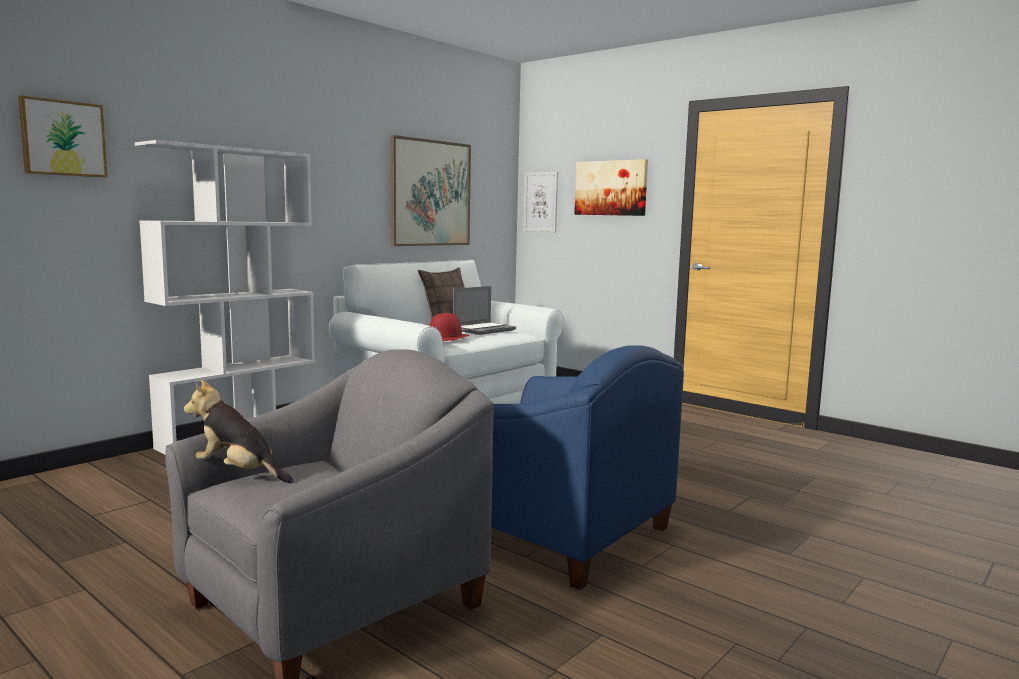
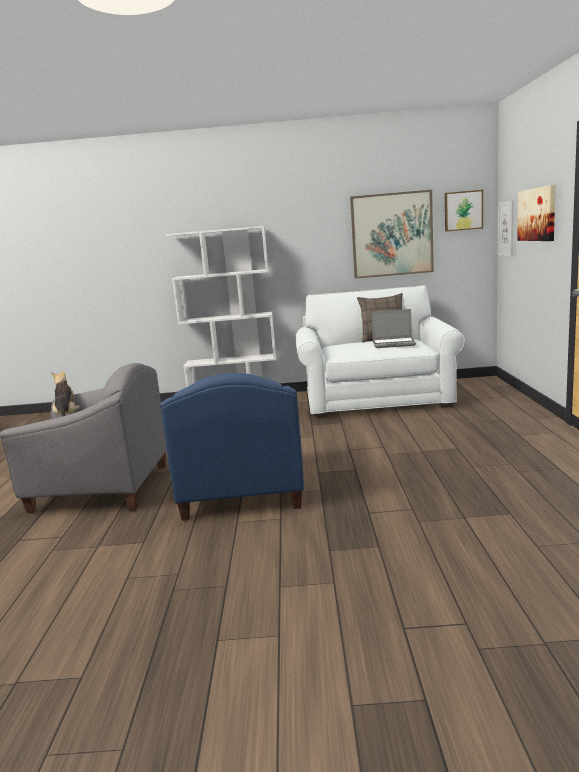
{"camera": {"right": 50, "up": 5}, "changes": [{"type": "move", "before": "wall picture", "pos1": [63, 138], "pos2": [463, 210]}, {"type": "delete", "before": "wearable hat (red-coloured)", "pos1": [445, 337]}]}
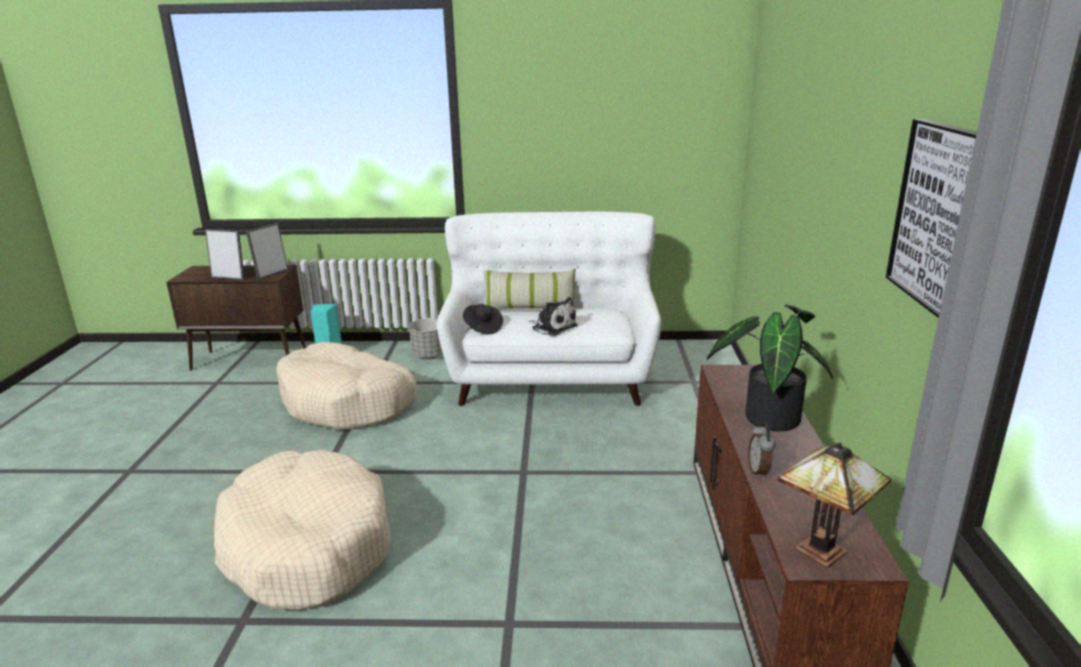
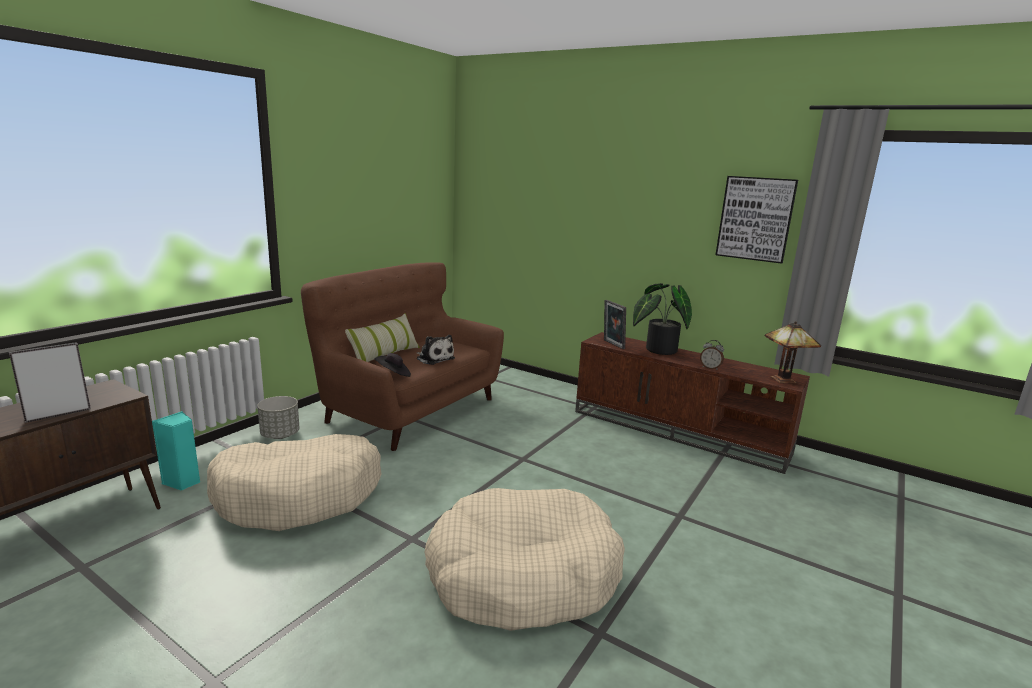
{"camera": {"right": -60, "up": -5}, "changes": [{"type": "recolor", "before": "settee (whitish)", "after": "settee (brownish)", "pos1": [550, 377], "pos2": [409, 408]}, {"type": "move", "before": "standing frame", "pos1": [271, 274], "pos2": [612, 344]}, {"type": "rotate", "before": "plush toy", "pos1": [553, 327], "pos2": [434, 358], "turn": 60}]}
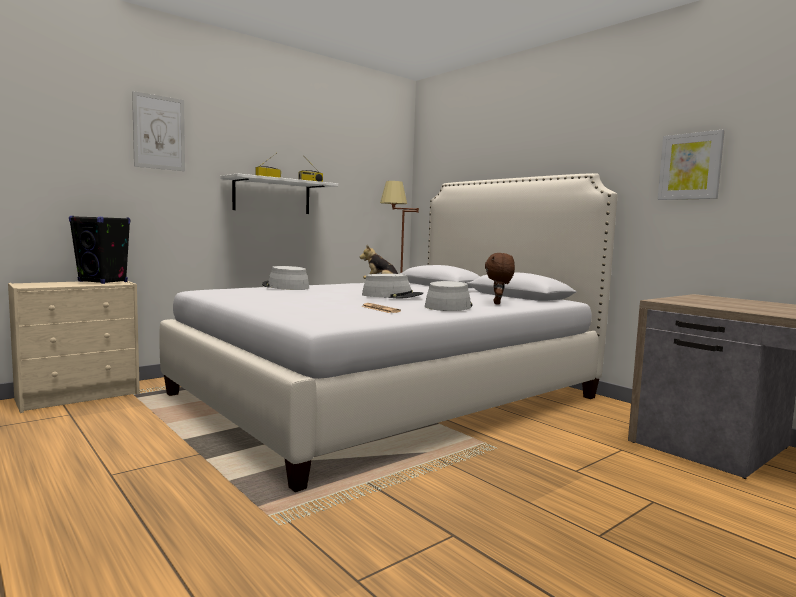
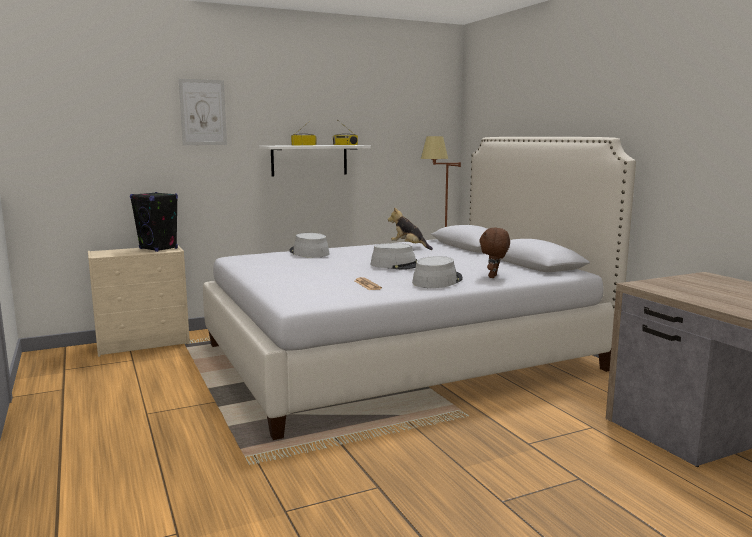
{"camera": {"right": 15, "up": 5}, "changes": [{"type": "delete", "before": "wall picture", "pos1": [690, 166]}]}
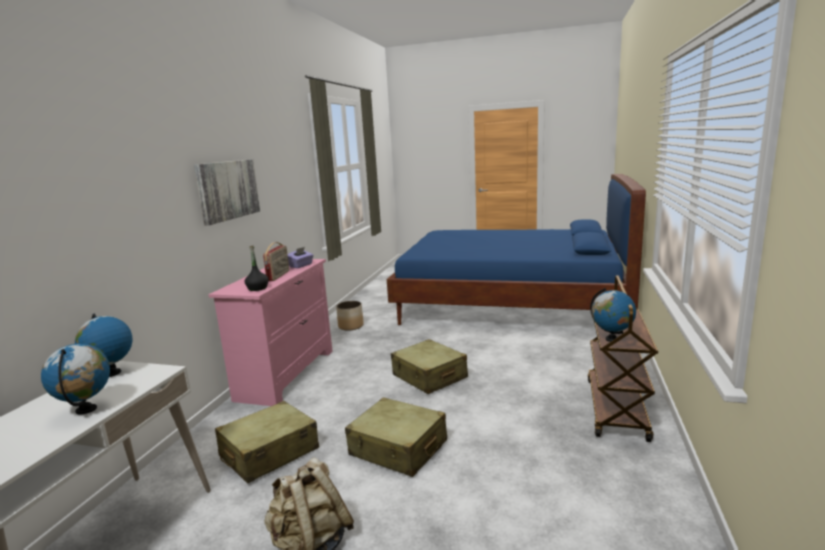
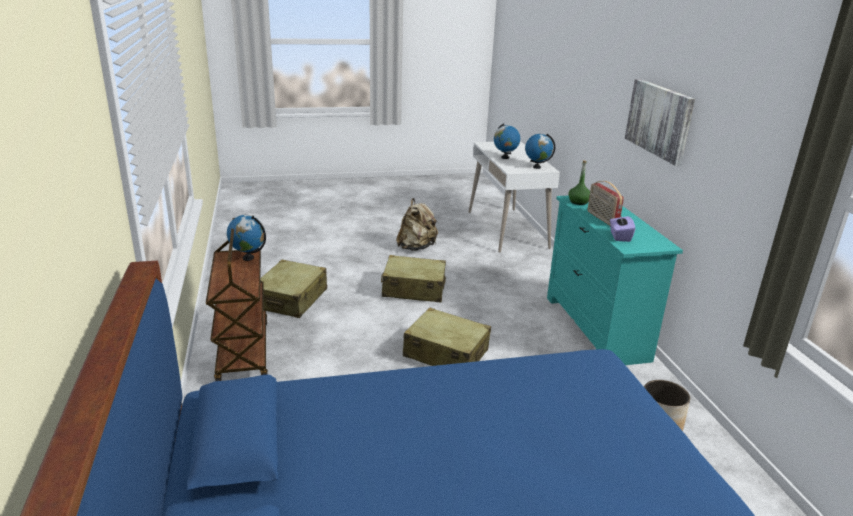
{"camera": {"right": 150, "up": 10}, "changes": [{"type": "recolor", "before": "beverage bottle (black-coloured)", "after": "beverage bottle (green)", "pos1": [257, 288], "pos2": [578, 202]}, {"type": "recolor", "before": "chest of drawers (pinkish)", "after": "chest of drawers (blue-green)", "pos1": [287, 373], "pos2": [596, 328]}, {"type": "move", "before": "suitcase (beige)", "pos1": [269, 453], "pos2": [291, 299]}]}
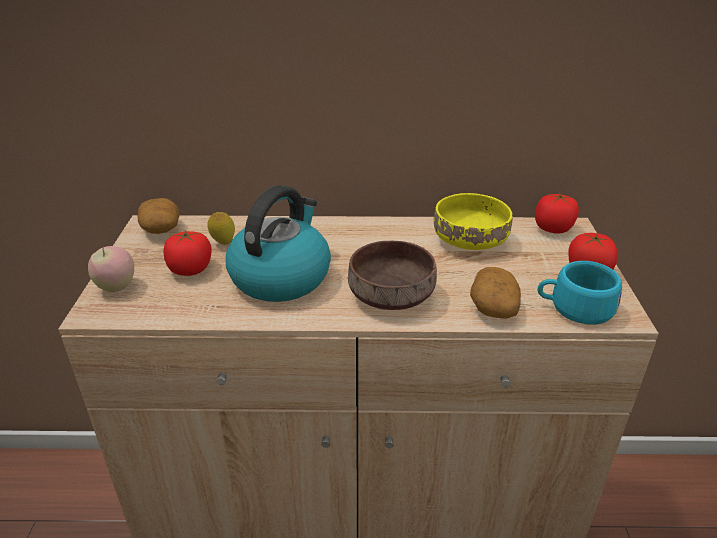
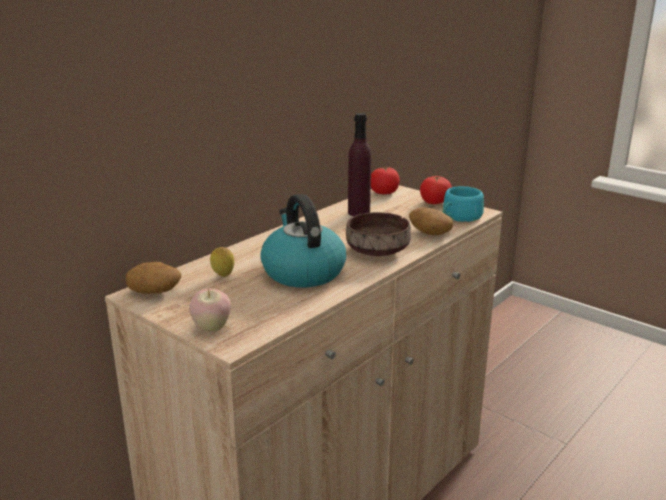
{"camera": {"right": -50, "up": -10}, "changes": [{"type": "replace", "before": "serving bowl (yellowish)", "after": "beverage bottle (purple)", "pos1": [471, 240], "pos2": [359, 212]}, {"type": "delete", "before": "whole tomato", "pos1": [190, 269]}]}
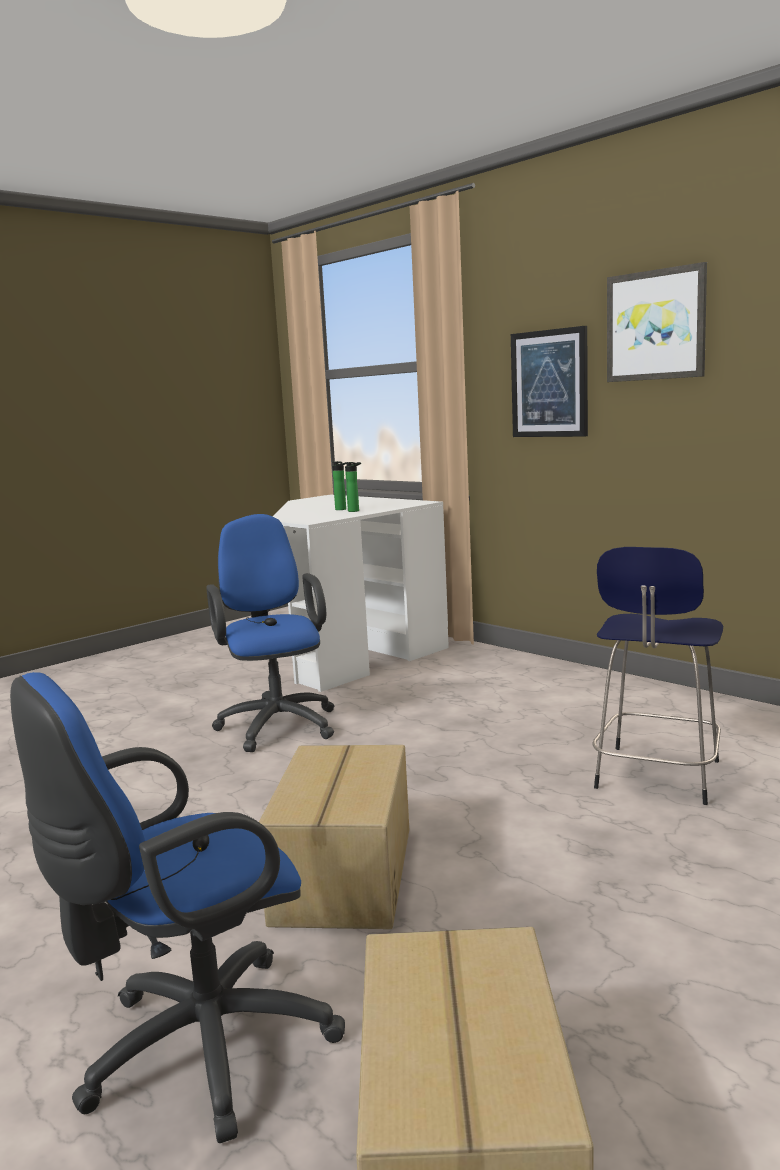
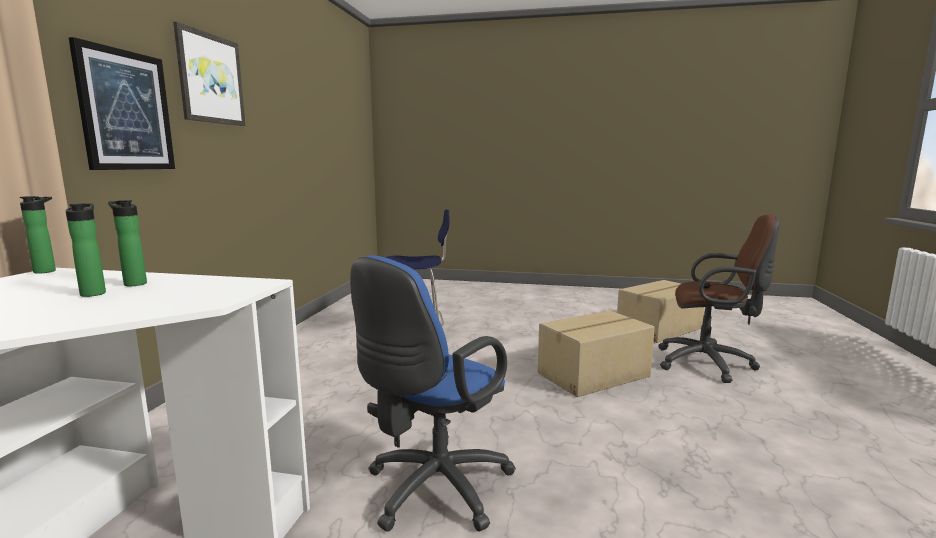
{"camera": {"right": -125, "up": 0}, "changes": [{"type": "recolor", "before": "desk chair (blue)", "after": "desk chair (brownish)", "pos1": [195, 1051], "pos2": [710, 364]}, {"type": "insert", "after": "beverage bottle", "pos2": [48, 271]}]}
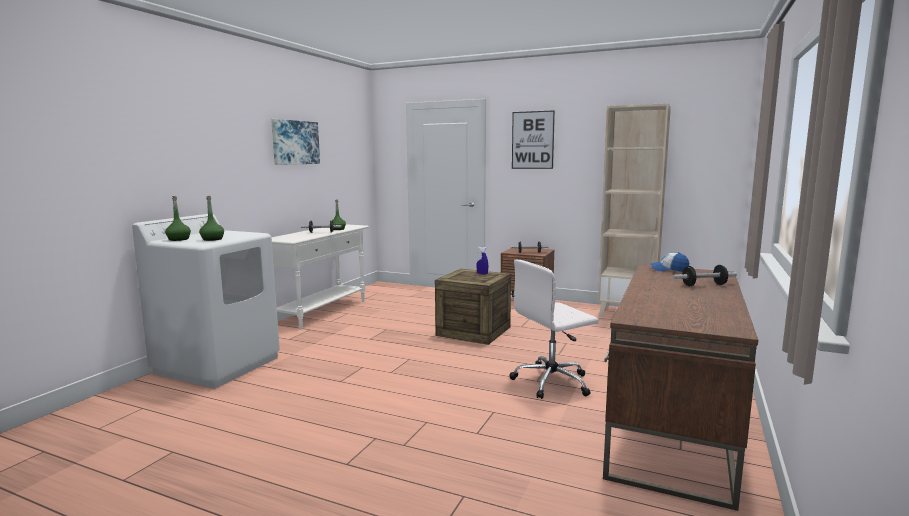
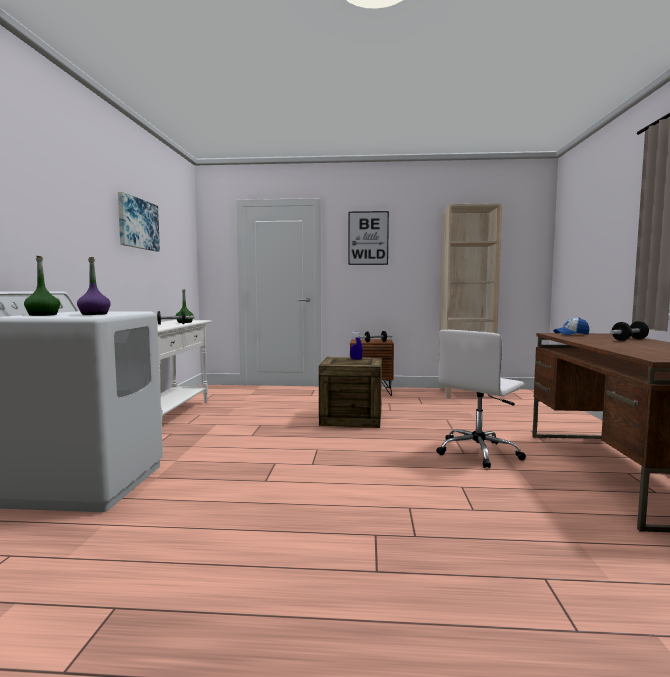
{"camera": {"right": -20, "up": -5}, "changes": [{"type": "recolor", "before": "beverage bottle (green)", "after": "beverage bottle (purple)", "pos1": [212, 239], "pos2": [94, 314]}]}
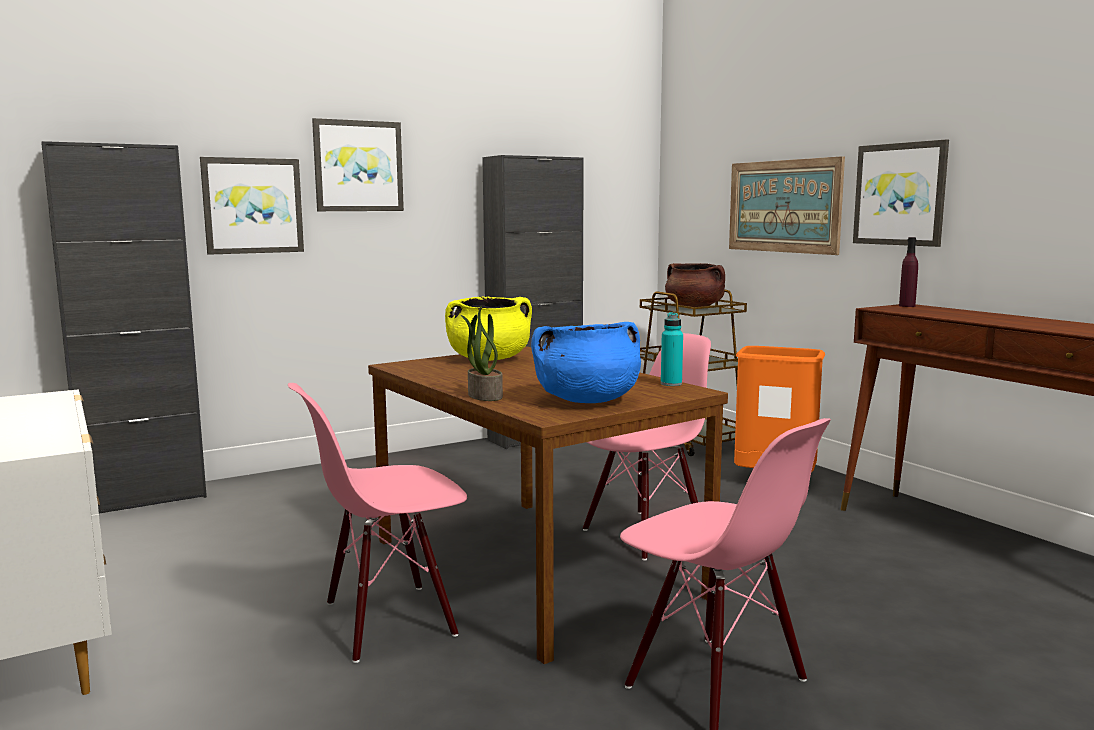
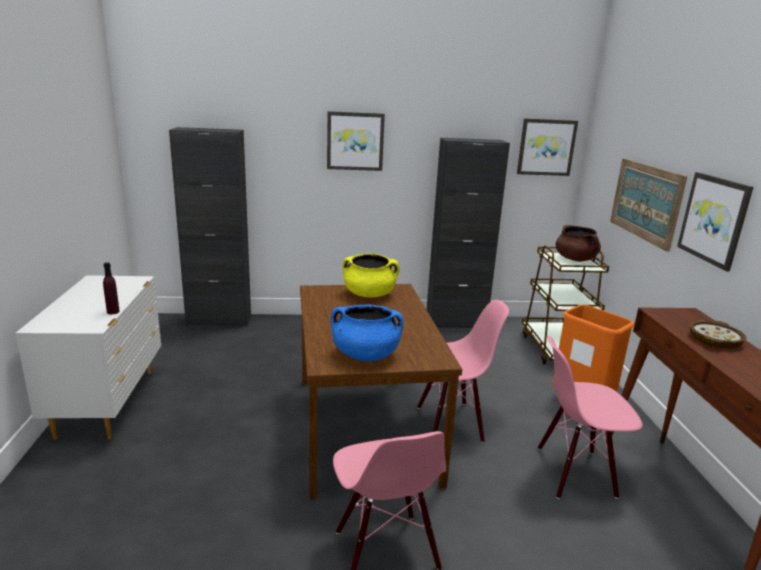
{"camera": {"right": 25, "up": 10}, "changes": [{"type": "move", "before": "wall picture", "pos1": [253, 206], "pos2": [546, 147]}, {"type": "move", "before": "beverage bottle (purple)", "pos1": [907, 306], "pos2": [113, 312]}, {"type": "delete", "before": "plant in a pot", "pos1": [484, 396]}, {"type": "delete", "before": "beverage bottle (blue-green)", "pos1": [671, 384]}, {"type": "move", "before": "upright chair (pinkish)", "pos1": [388, 620], "pos2": [574, 473]}, {"type": "insert", "after": "serving bowl", "pos2": [714, 339]}]}
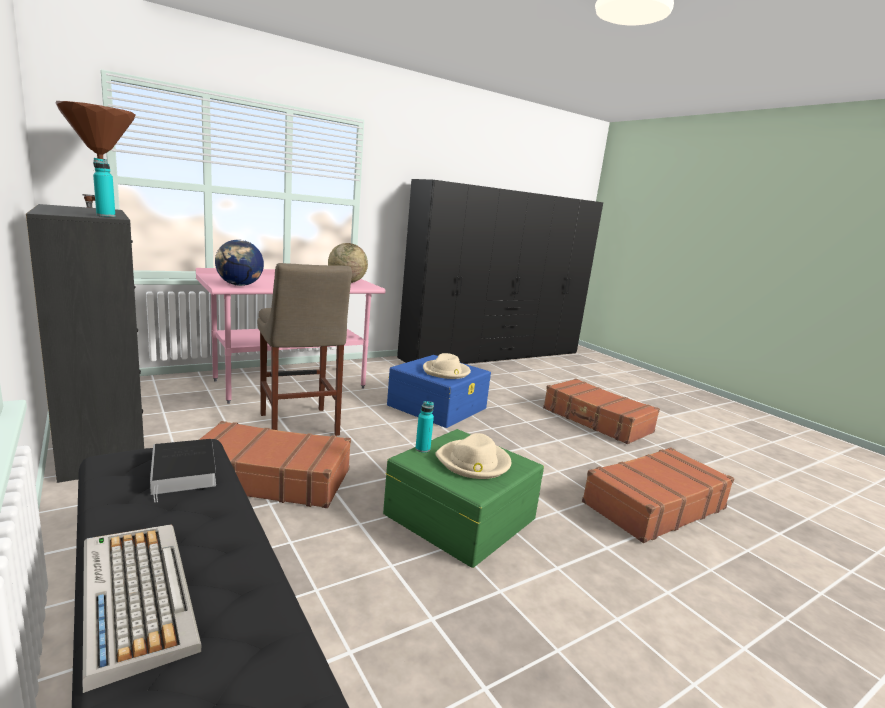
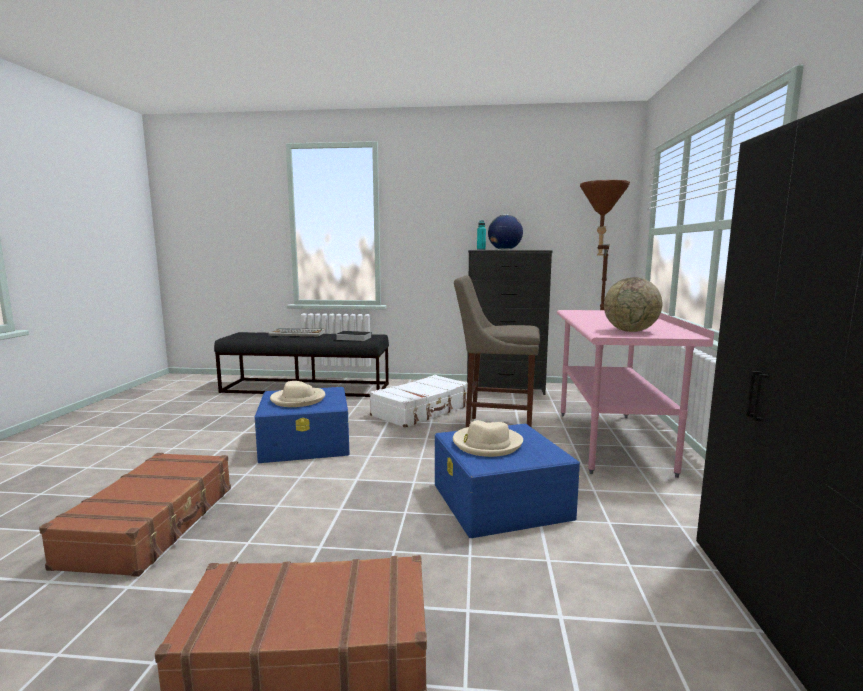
{"camera": {"right": 130, "up": -5}, "changes": [{"type": "move", "before": "globe", "pos1": [239, 285], "pos2": [504, 250]}, {"type": "delete", "before": "beverage bottle (blue-green)", "pos1": [422, 449]}, {"type": "recolor", "before": "suitcase (brownish)", "after": "suitcase (whitish)", "pos1": [270, 478], "pos2": [422, 411]}, {"type": "recolor", "before": "storage box (green)", "after": "storage box (blue)", "pos1": [459, 515], "pos2": [306, 442]}]}
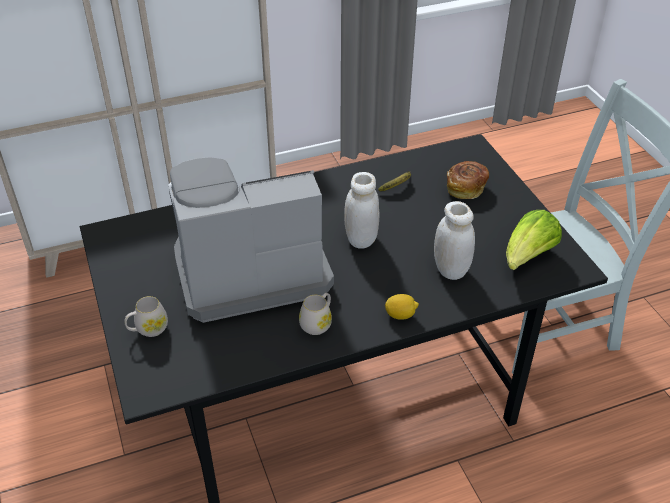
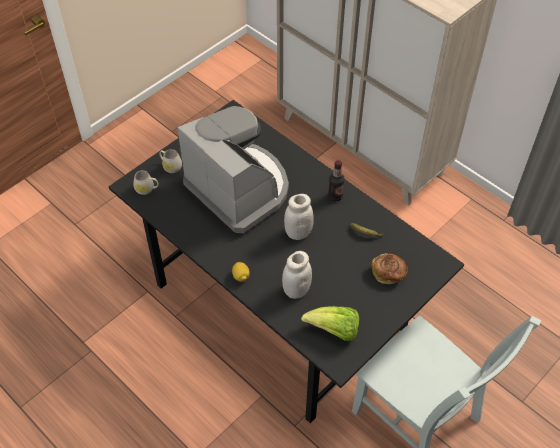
{"camera": {"right": 65, "up": 10}, "changes": [{"type": "move", "before": "mug (whitish)", "pos1": [318, 323], "pos2": [147, 189]}, {"type": "insert", "after": "beverage bottle", "pos2": [335, 196]}]}
